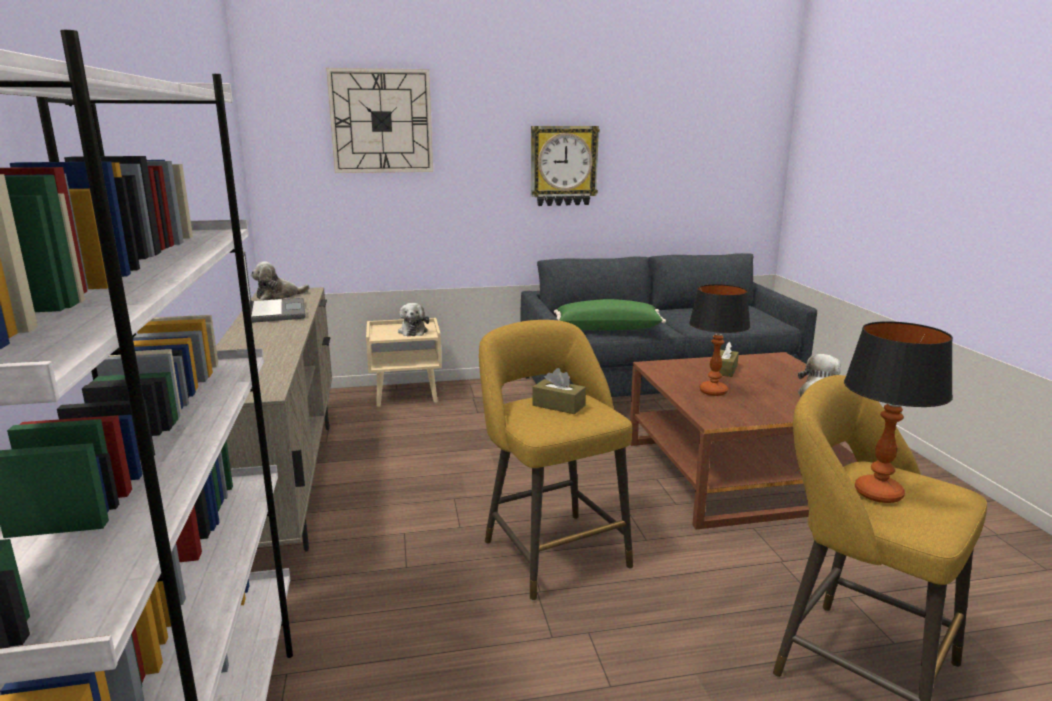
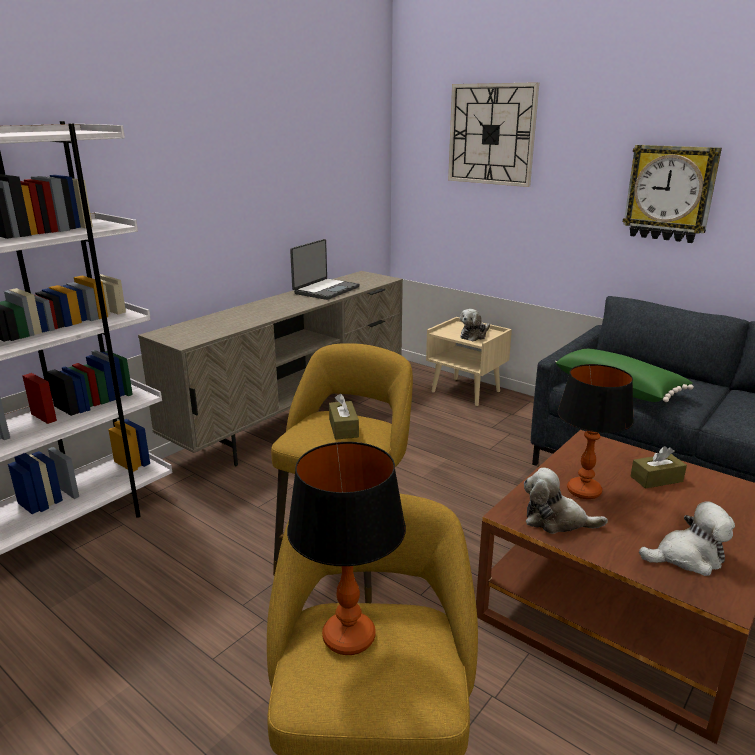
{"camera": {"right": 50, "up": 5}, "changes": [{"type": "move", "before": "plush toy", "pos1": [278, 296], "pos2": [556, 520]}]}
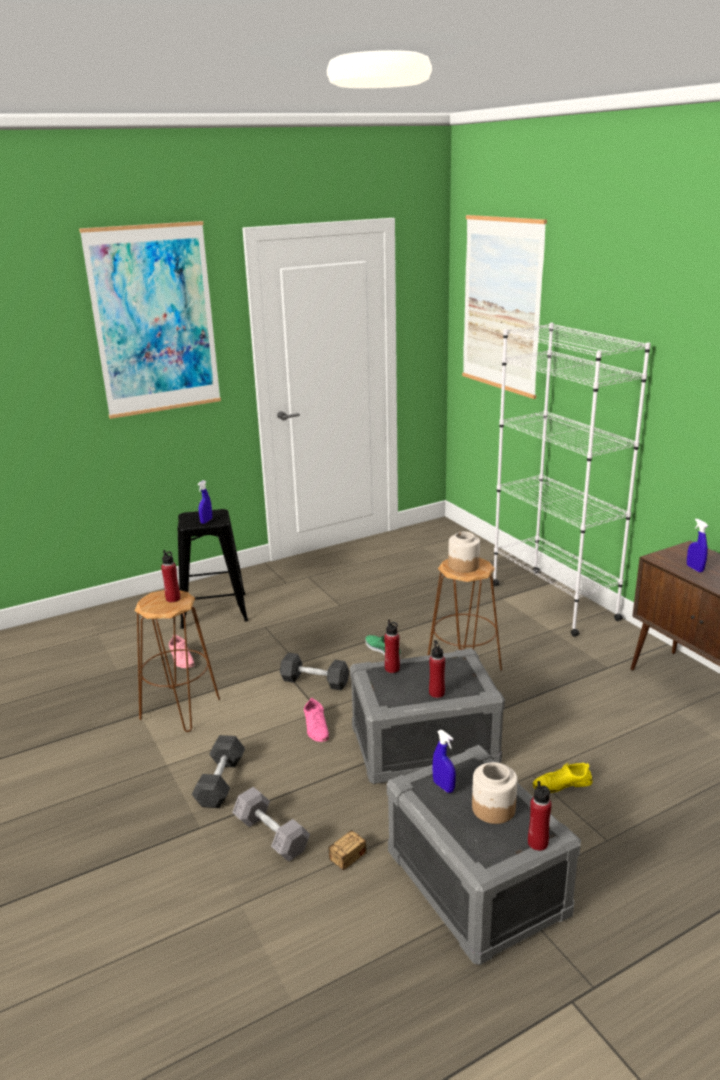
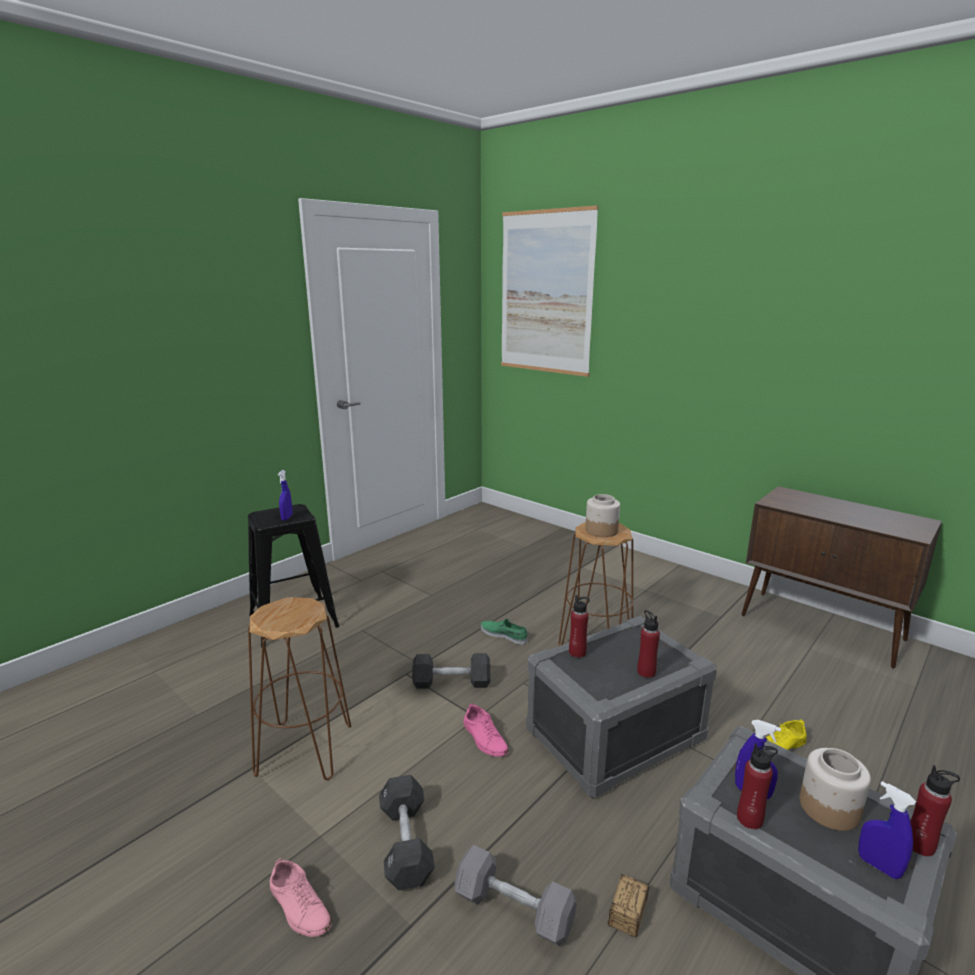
{"camera": {"right": -20, "up": -5}, "changes": [{"type": "delete", "before": "wall picture", "pos1": [154, 320]}, {"type": "delete", "before": "bookshelf (whitish)", "pos1": [553, 601]}, {"type": "move", "before": "hand sprayer (blue)", "pos1": [694, 568], "pos2": [878, 866]}, {"type": "move", "before": "beverage bottle (red-coloured)", "pos1": [173, 599], "pos2": [749, 819]}, {"type": "move", "before": "shoe (pinkish)", "pos1": [181, 658], "pos2": [299, 906]}]}
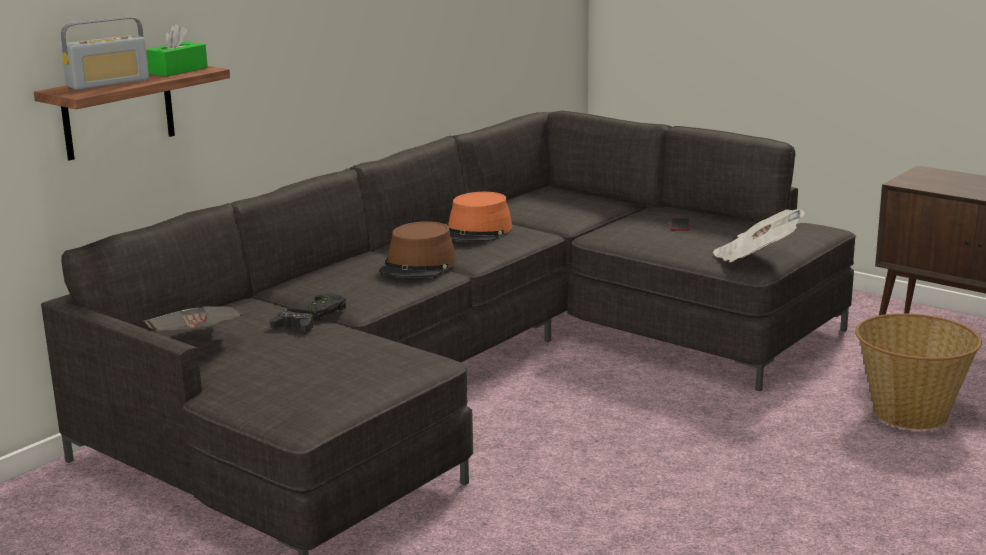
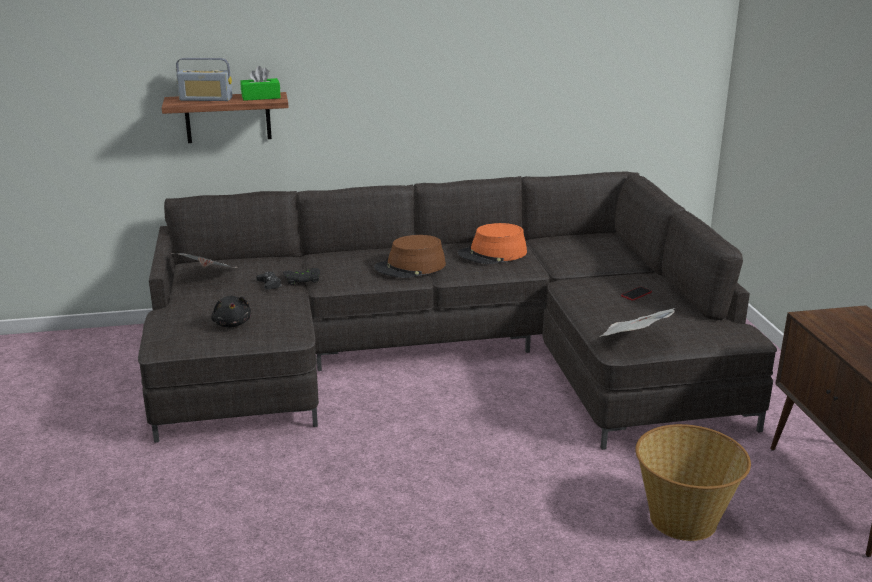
{"camera": {"right": 40, "up": 5}, "changes": [{"type": "insert", "after": "plush toy (black-coloured)", "pos2": [232, 323]}]}
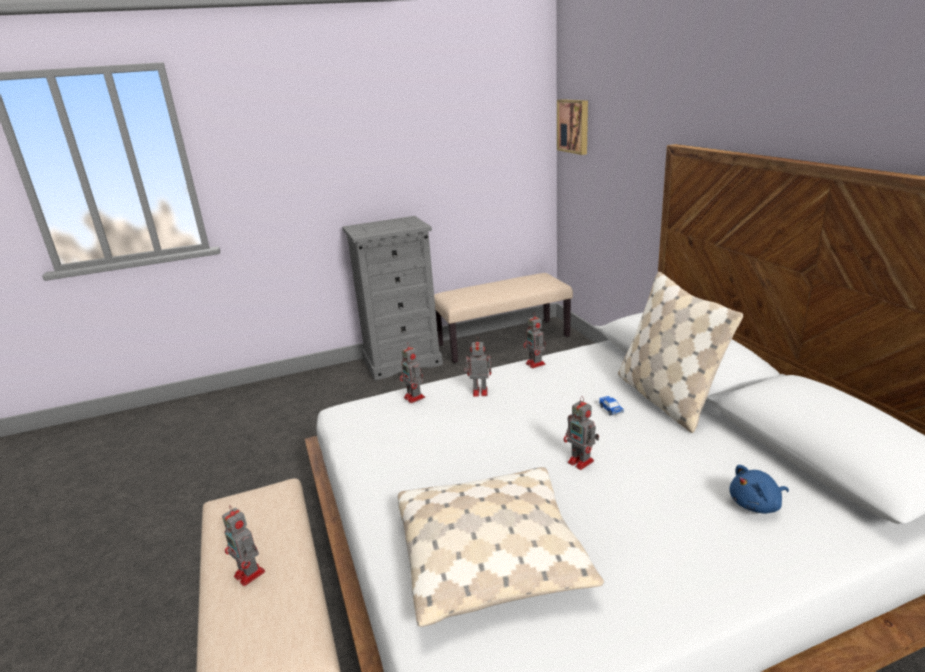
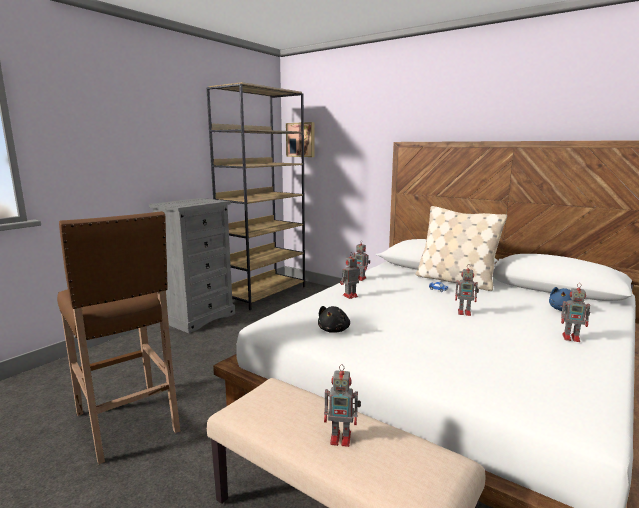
{"camera": {"right": -35, "up": -10}, "changes": [{"type": "replace", "before": "bench (beige)", "after": "bookshelf (brownish)", "pos1": [503, 340], "pos2": [264, 293]}, {"type": "move", "before": "robot figure", "pos1": [415, 398], "pos2": [572, 338]}, {"type": "delete", "before": "pillow (beige)", "pos1": [492, 556]}, {"type": "insert", "after": "stool seat (brownish)", "pos2": [128, 423]}, {"type": "insert", "after": "plush toy (black-coloured)", "pos2": [334, 330]}]}
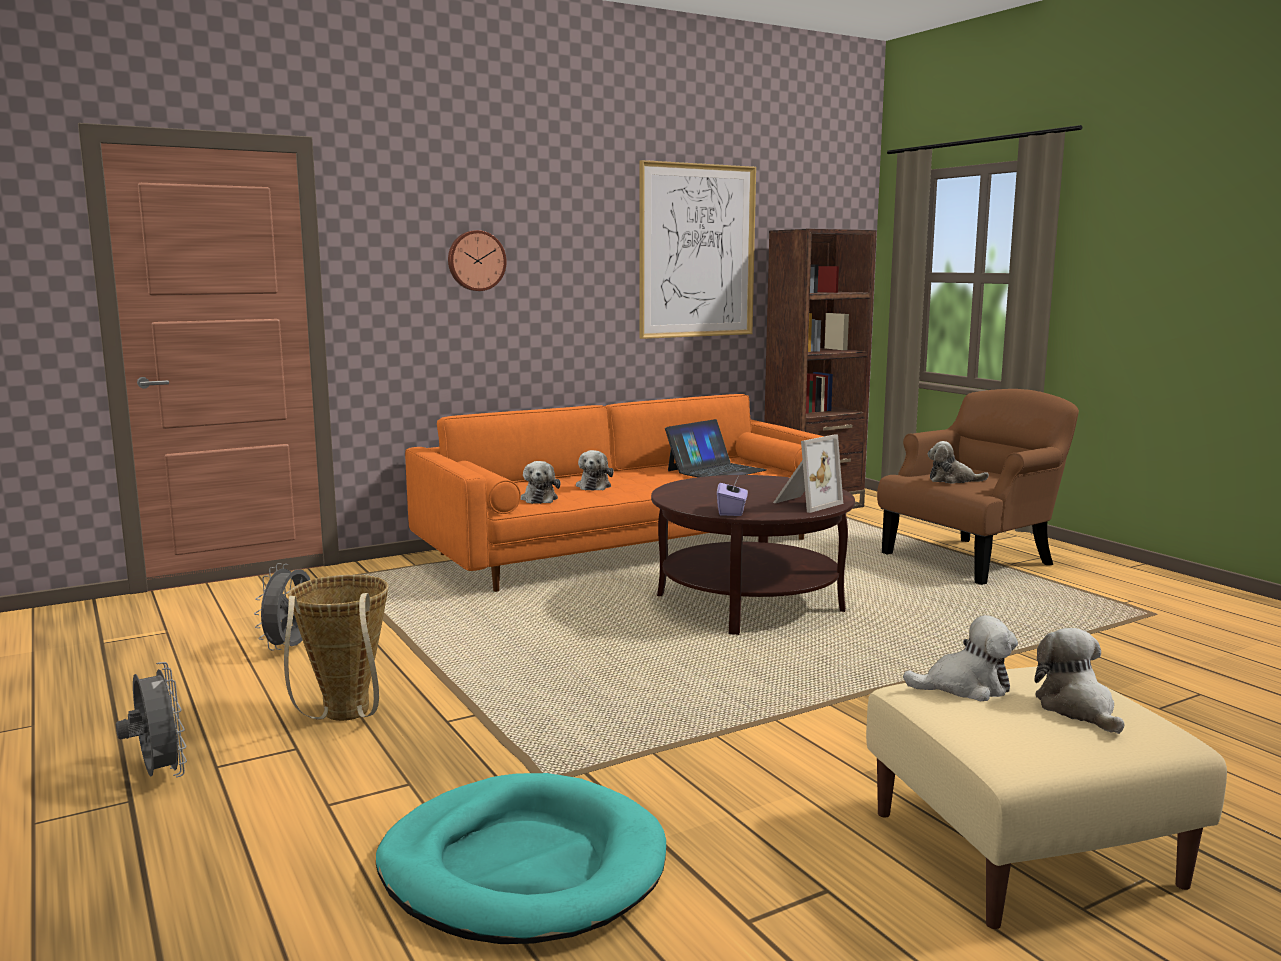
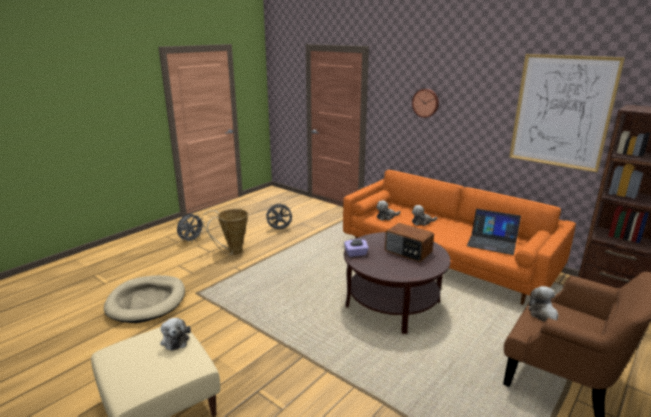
{"camera": {"right": 70, "up": 10}, "changes": [{"type": "delete", "before": "standing frame", "pos1": [805, 503]}, {"type": "delete", "before": "plush toy", "pos1": [1077, 709]}, {"type": "recolor", "before": "dog cushion (blue-green)", "after": "dog cushion (beige)", "pos1": [523, 867], "pos2": [147, 301]}, {"type": "insert", "after": "radio", "pos2": [408, 252]}]}
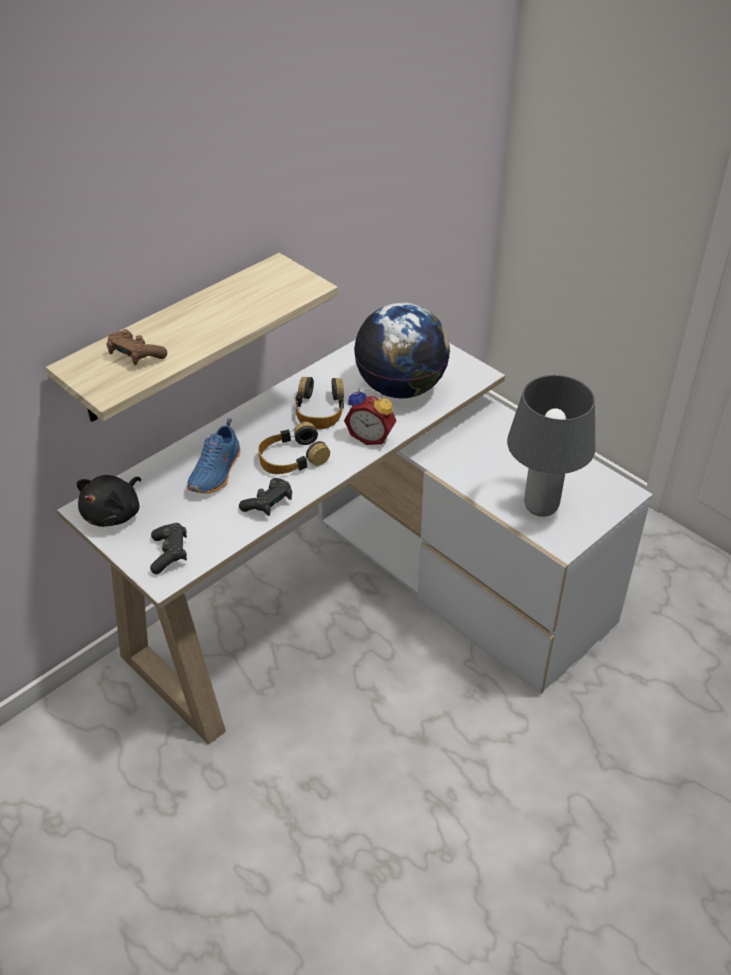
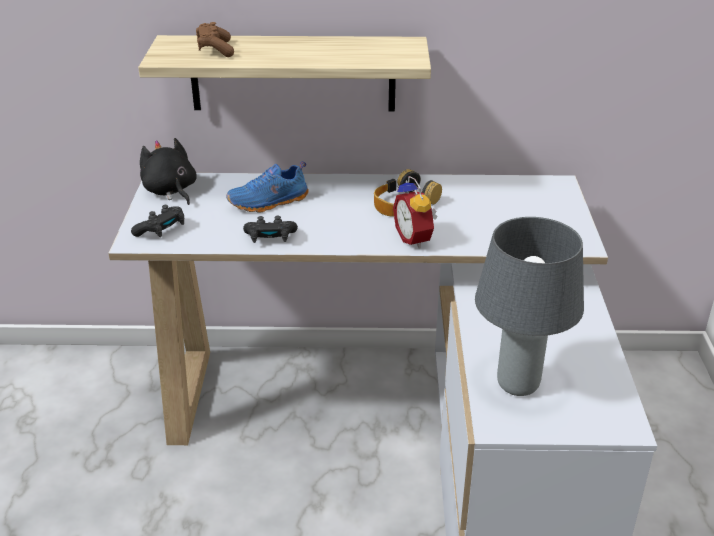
{"camera": {"right": 45, "up": -10}, "changes": [{"type": "delete", "before": "globe", "pos1": [401, 388]}, {"type": "delete", "before": "pair of headphones", "pos1": [292, 458]}, {"type": "rotate", "before": "plush toy (black-coloured)", "pos1": [114, 513], "pos2": [170, 191], "turn": 75}]}
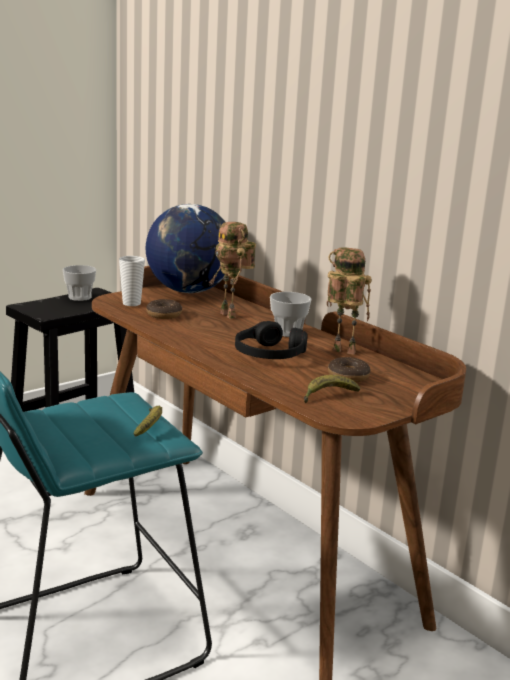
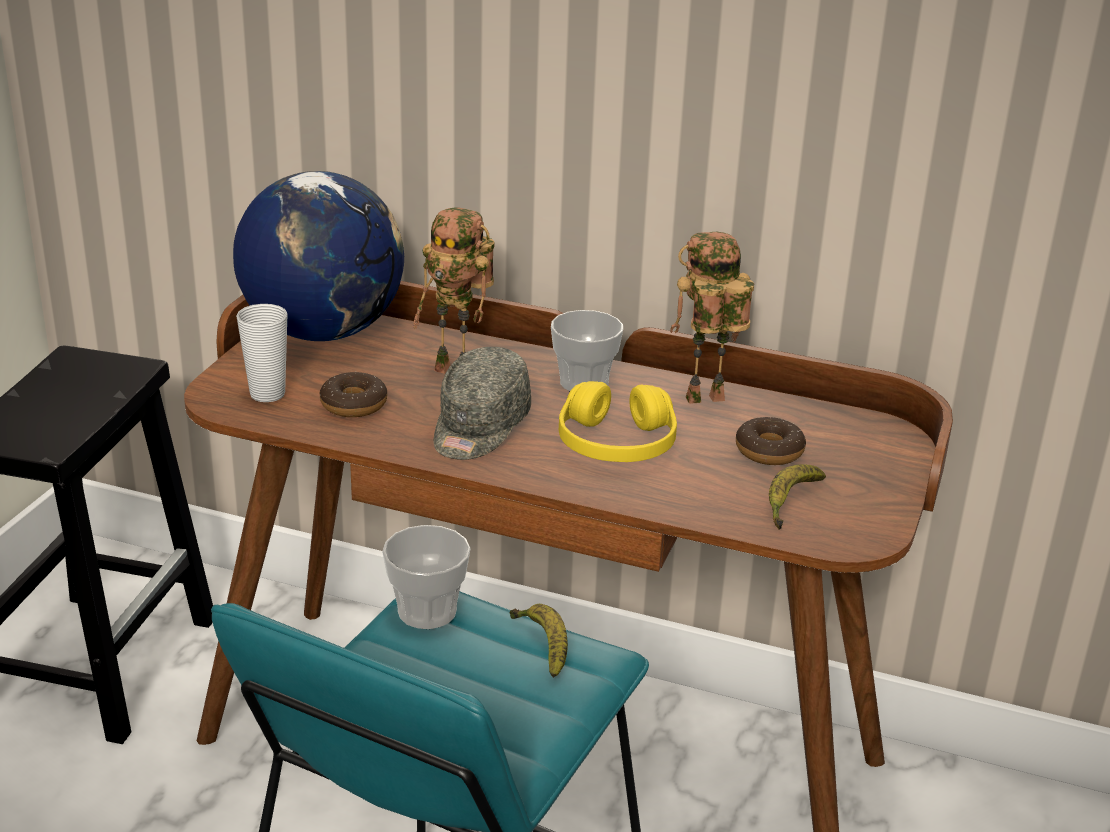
{"camera": {"right": -30, "up": 10}, "changes": [{"type": "move", "before": "cup", "pos1": [80, 297], "pos2": [427, 611]}, {"type": "recolor", "before": "pair of headphones (black-coloured)", "after": "pair of headphones (yellowish)", "pos1": [269, 354], "pos2": [616, 443]}, {"type": "insert", "after": "cap (gray)", "pos2": [479, 428]}]}
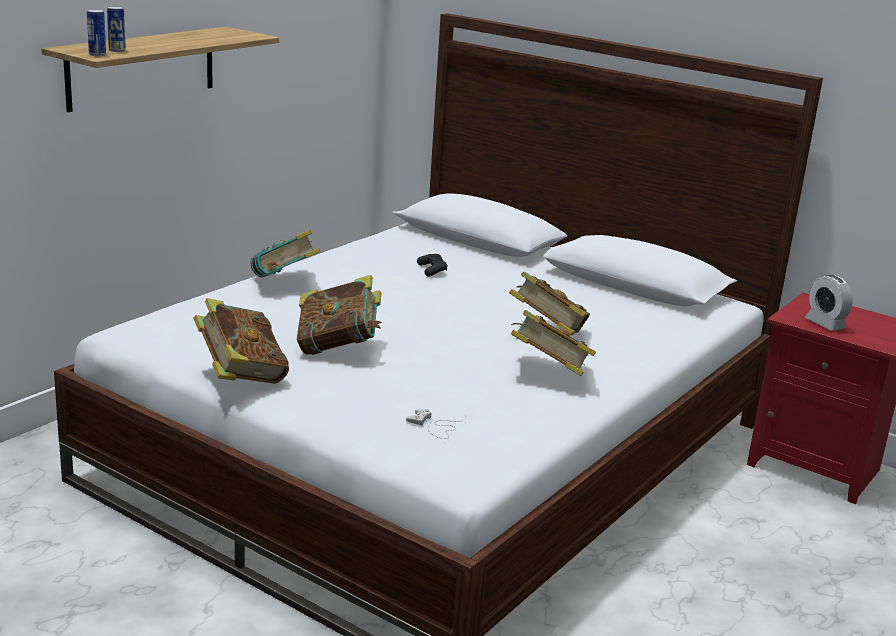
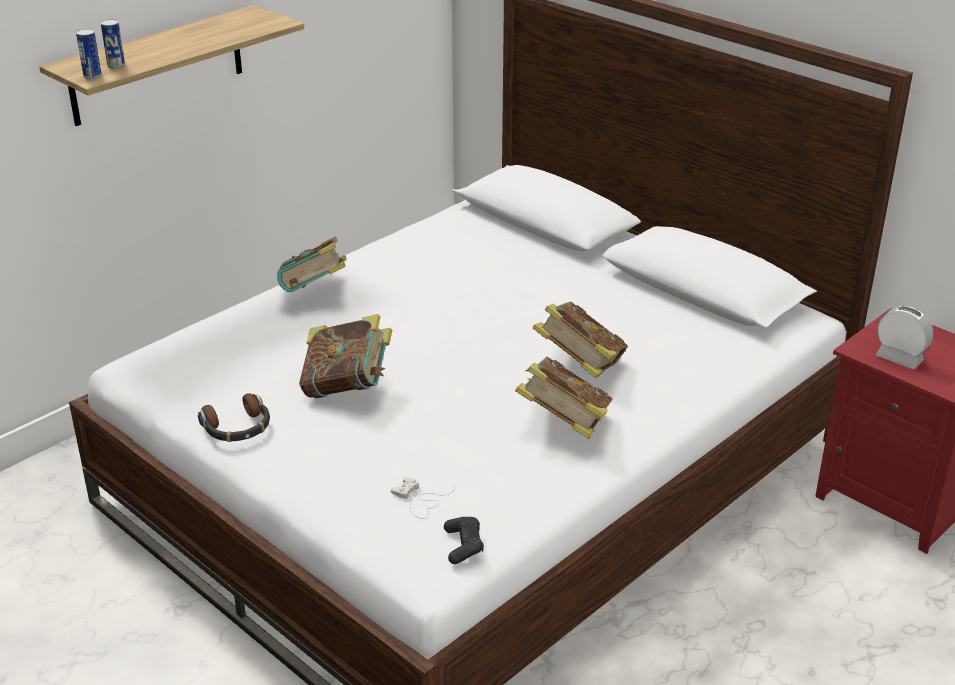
{"camera": {"right": 10, "up": 10}, "changes": [{"type": "move", "before": "game controller (black-coloured)", "pos1": [432, 270], "pos2": [463, 545]}, {"type": "rotate", "before": "table clock", "pos1": [825, 324], "pos2": [899, 358], "turn": 150}, {"type": "replace", "before": "volume", "after": "pair of headphones", "pos1": [241, 376], "pos2": [237, 427]}]}
